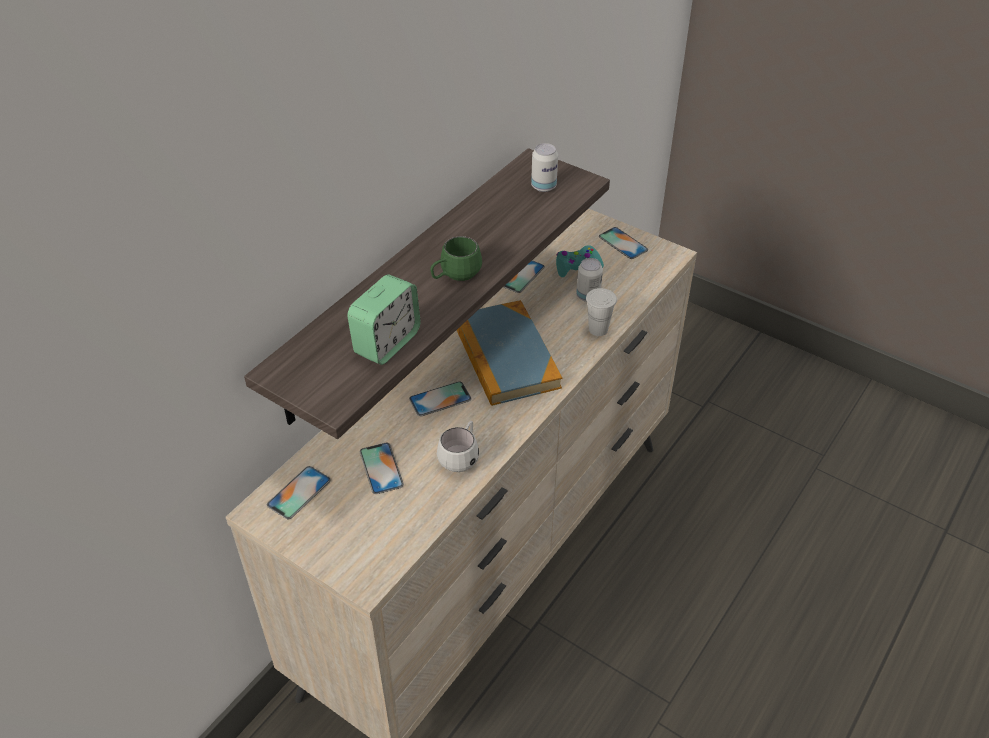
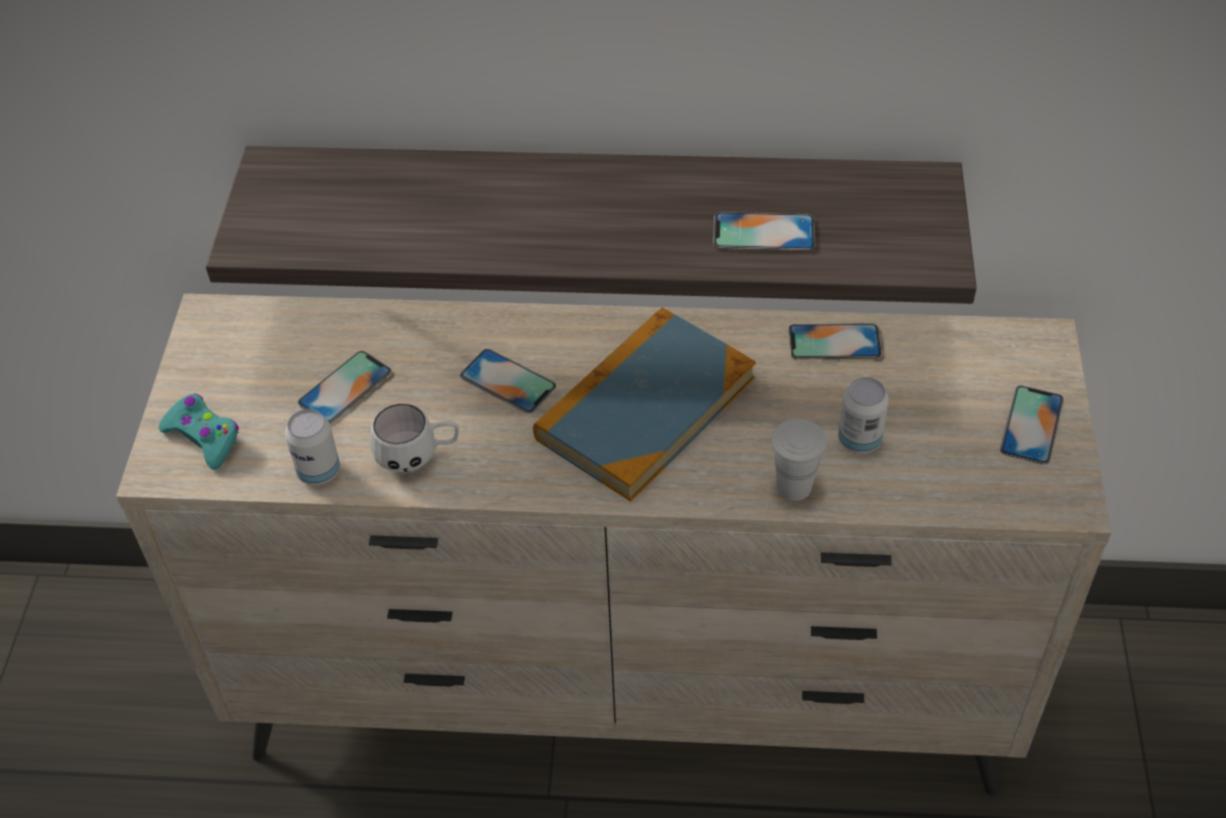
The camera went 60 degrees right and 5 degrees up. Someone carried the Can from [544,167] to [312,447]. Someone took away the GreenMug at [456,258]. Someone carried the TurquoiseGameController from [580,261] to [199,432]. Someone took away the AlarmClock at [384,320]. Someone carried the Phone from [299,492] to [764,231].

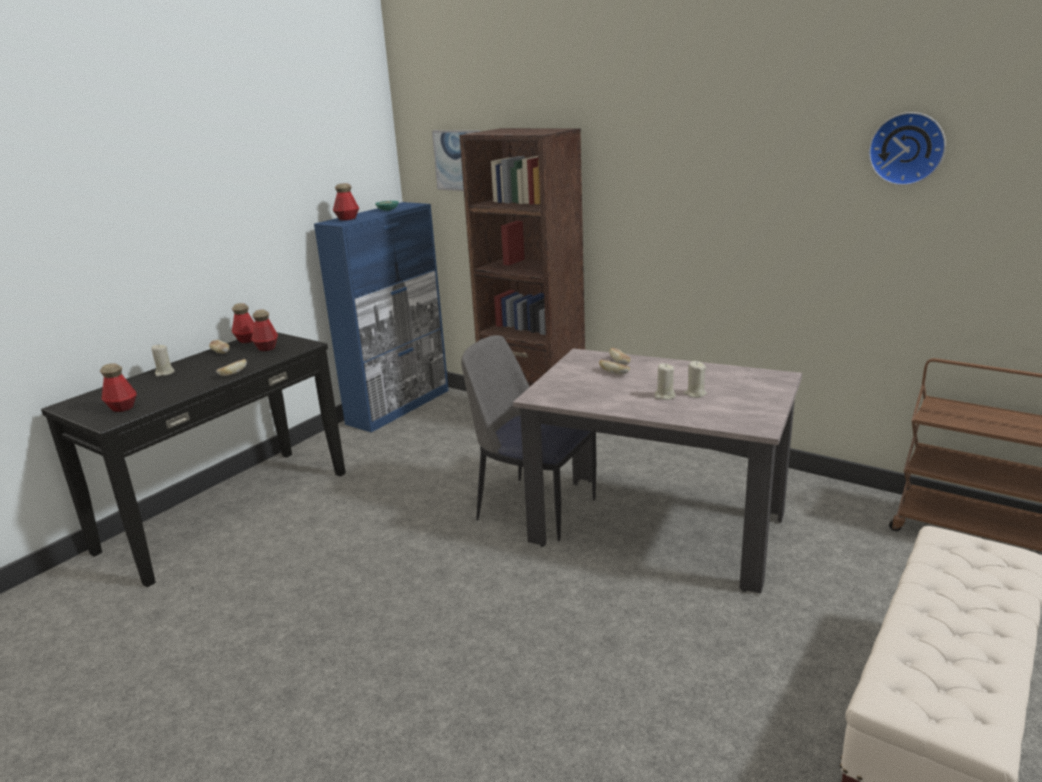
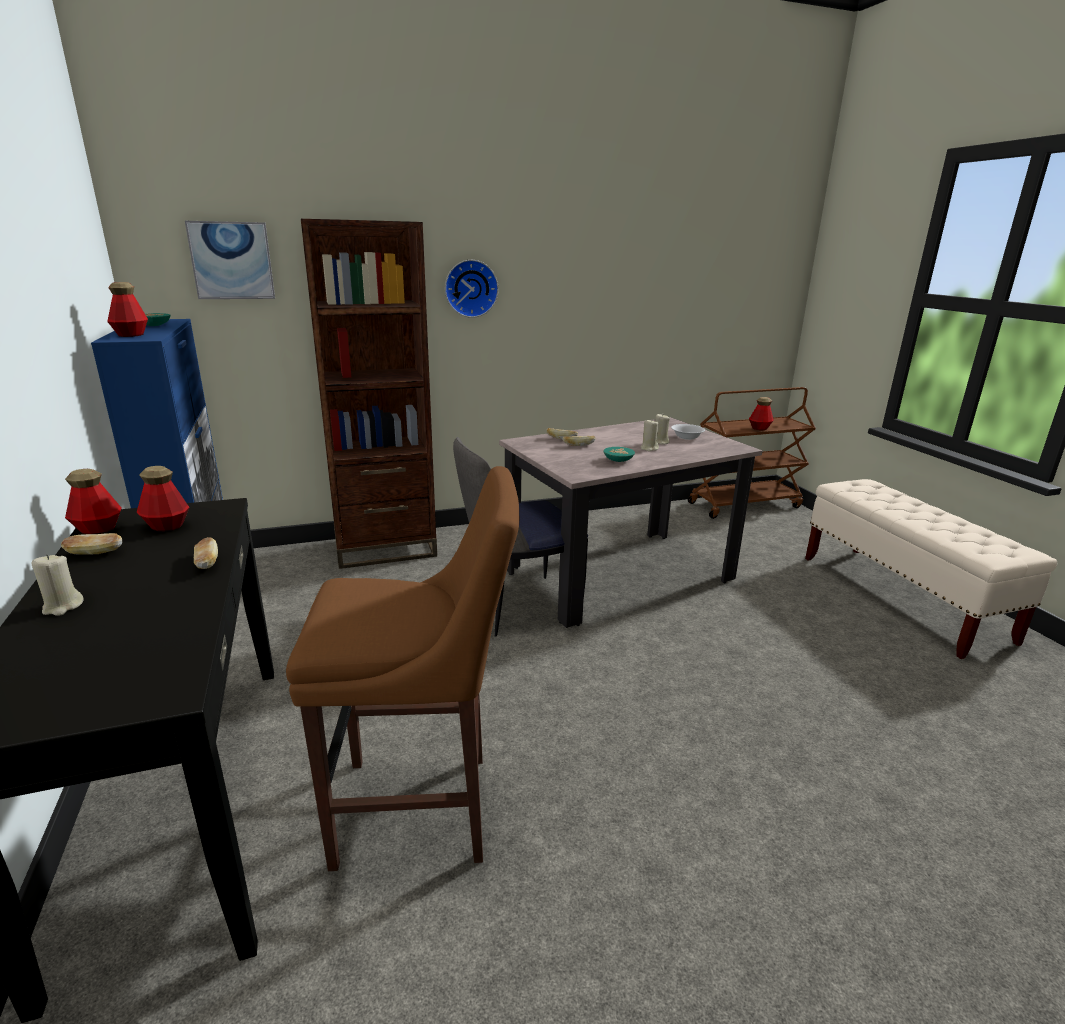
The camera went 55 degrees left and 0 degrees up. Someone carried the WallClock from [907,149] to [472,289]. Someone carried the Bottle from [118,387] to [761,413]. Someone put down the WhiteBowl at [688,432]. Someone put down the TurquoiseBowl at [619,454]. Someone put down the BrownStool at [402,668].

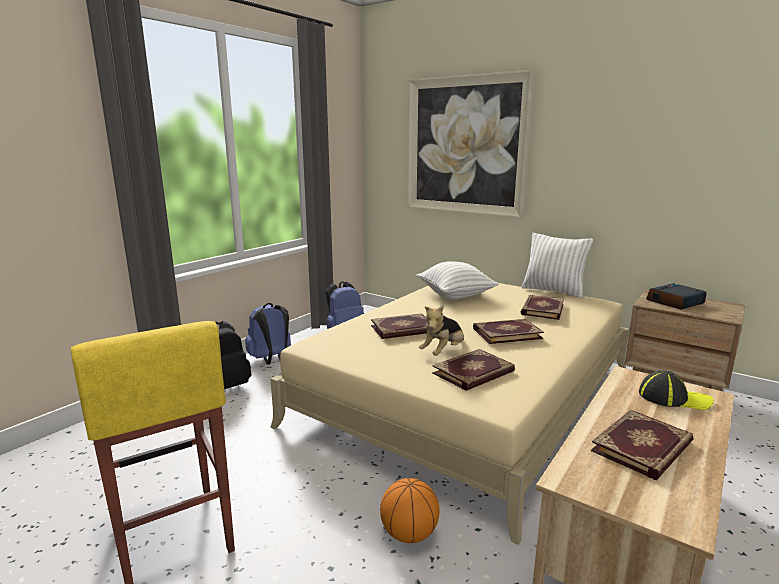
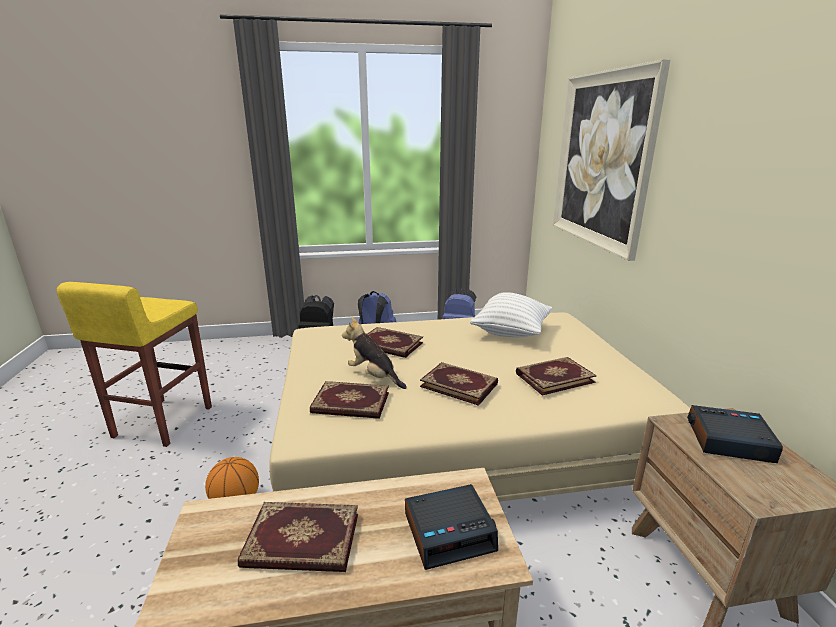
The camera went 45 degrees right and 5 degrees up. Someone took away the WhitePillow at [557,265]. Someone rotated the PlushToy at [441,330] by 45 degrees clockwise. Someone swapped the Cap at [676,390] for the AlarmClock at [451,527].

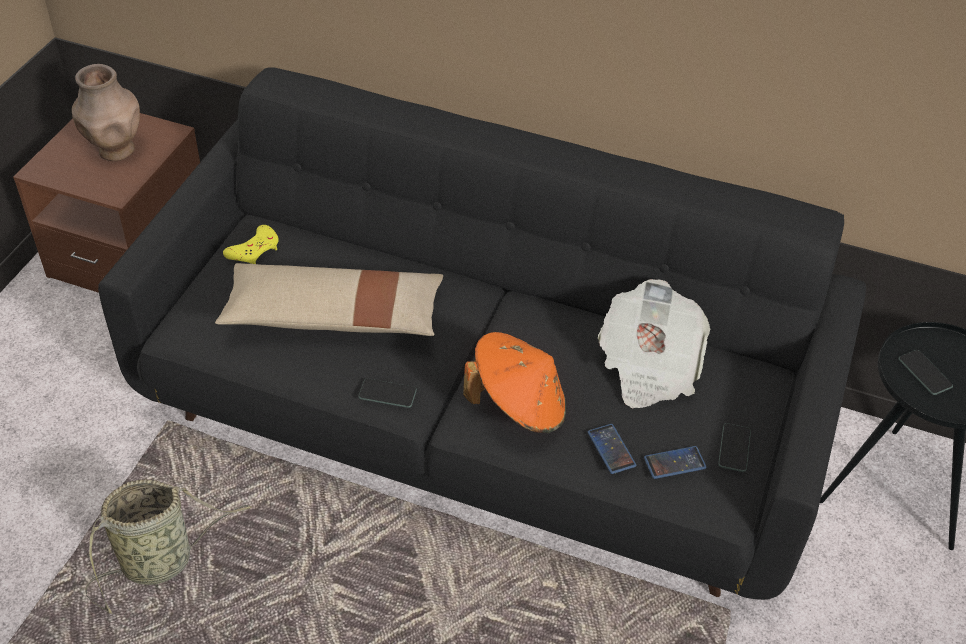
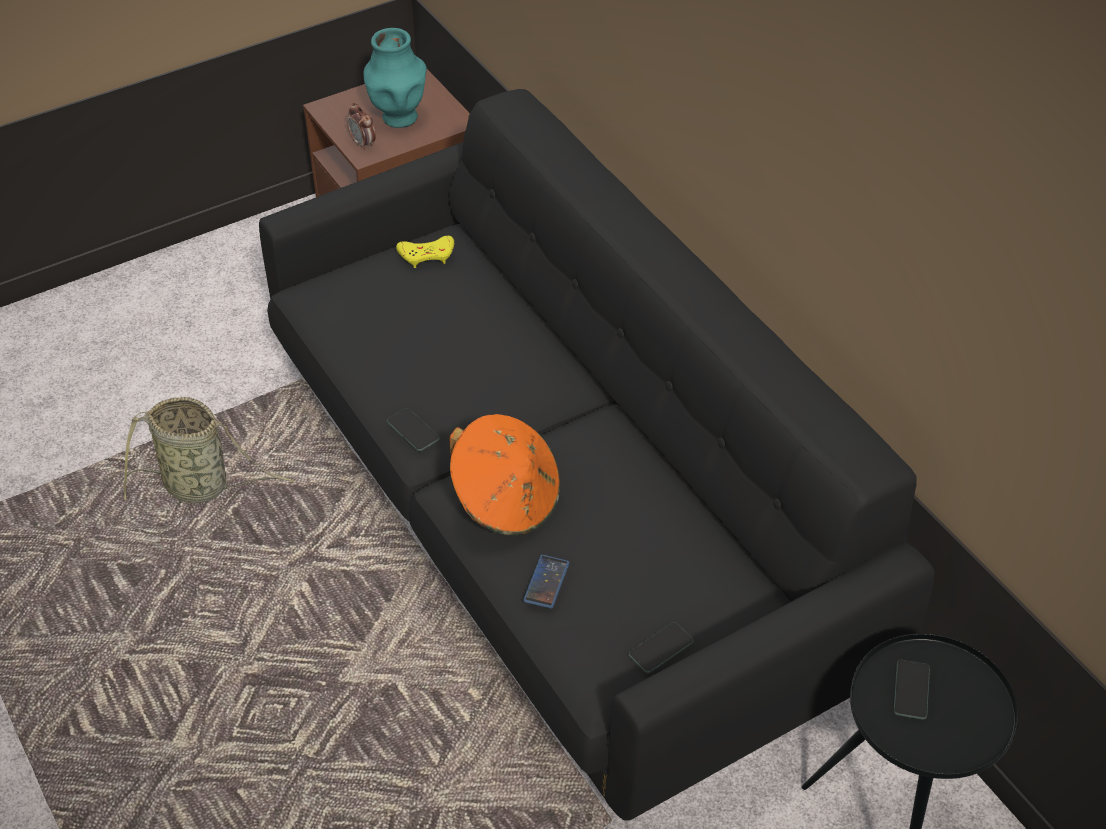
The camera went 40 degrees right and 0 degrees up. Someone repainted the BrownVase at [106,112], which became the TurquoiseVase at [395,78]. Someone took away the BeigePillow at [329,299]. Someone took away the Newspaper at [654,343]. Someone took away the Phone at [675,462]. Someone put down the AlarmClock at [361,127].

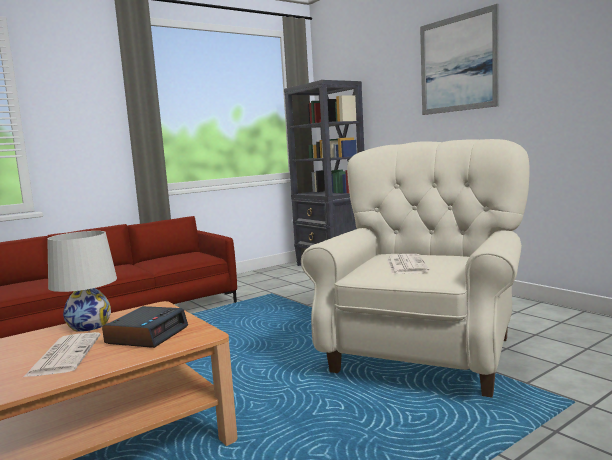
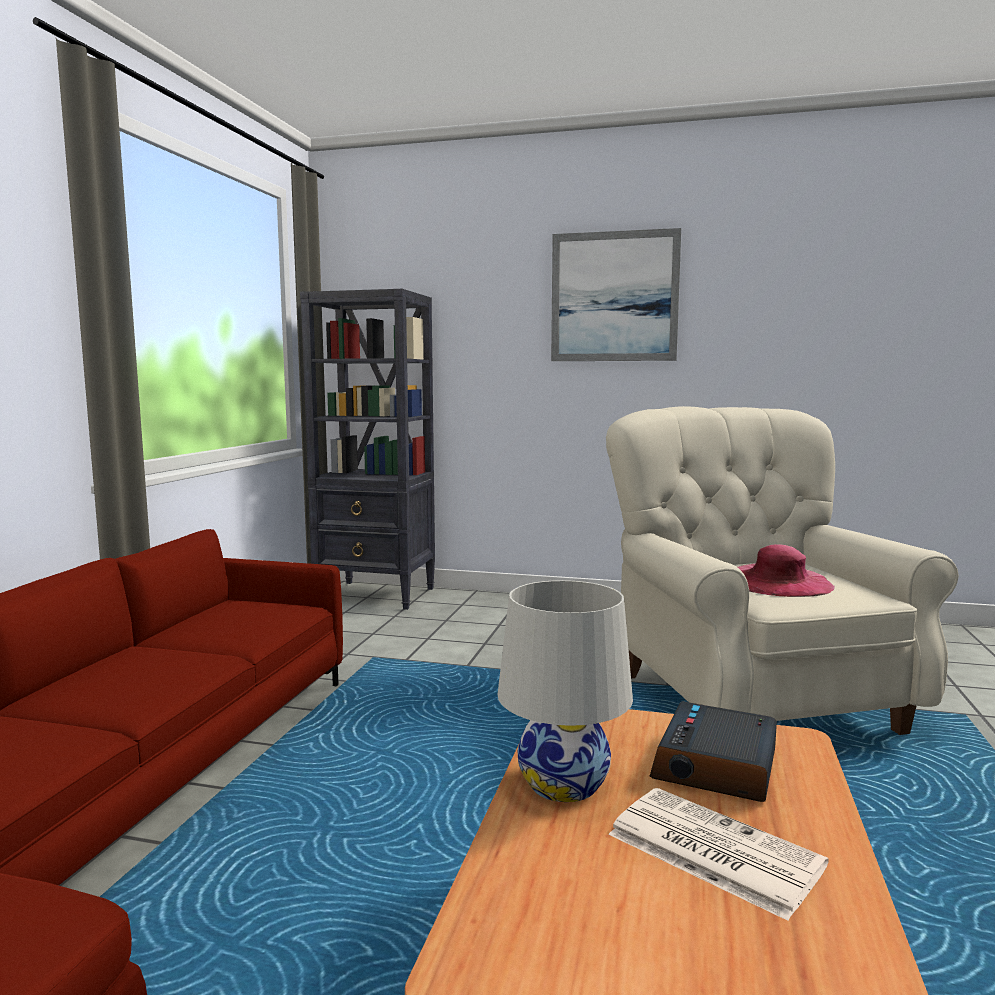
The camera went 40 degrees left and 0 degrees up. Someone swapped the Newspaper at [408,264] for the PinkHat at [786,570]. Someone rotated the AlarmClock at [145,327] by 135 degrees counterclockwise.

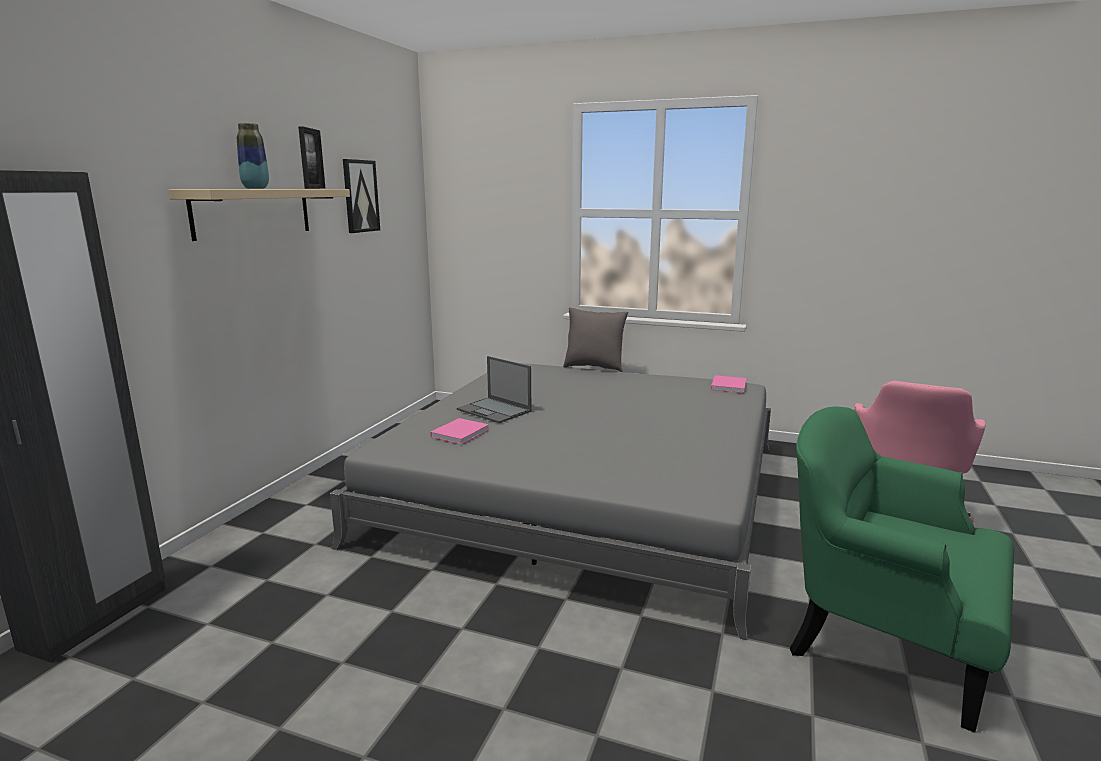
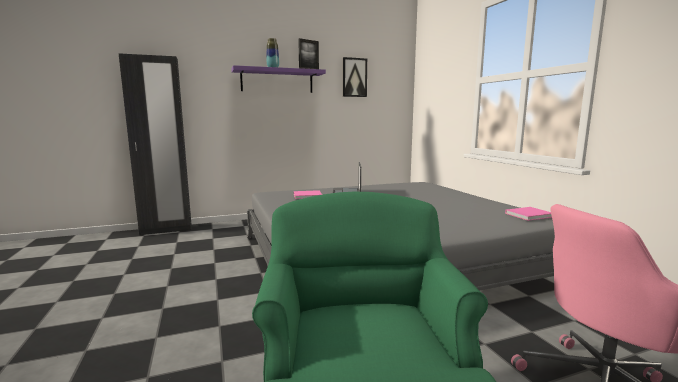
The camera went 50 degrees right and 5 degrees down. Someone repainted the BeigeShelf at [259,215], which became the PurpleShelf at [278,79]. Someone took away the GreyPillow at [596,339].

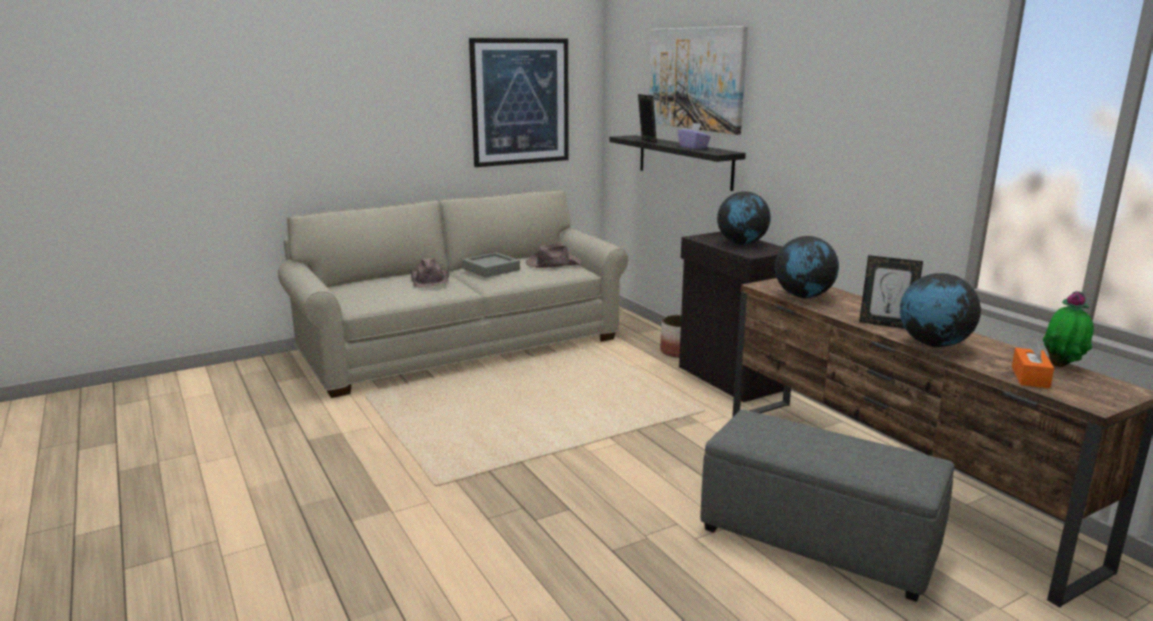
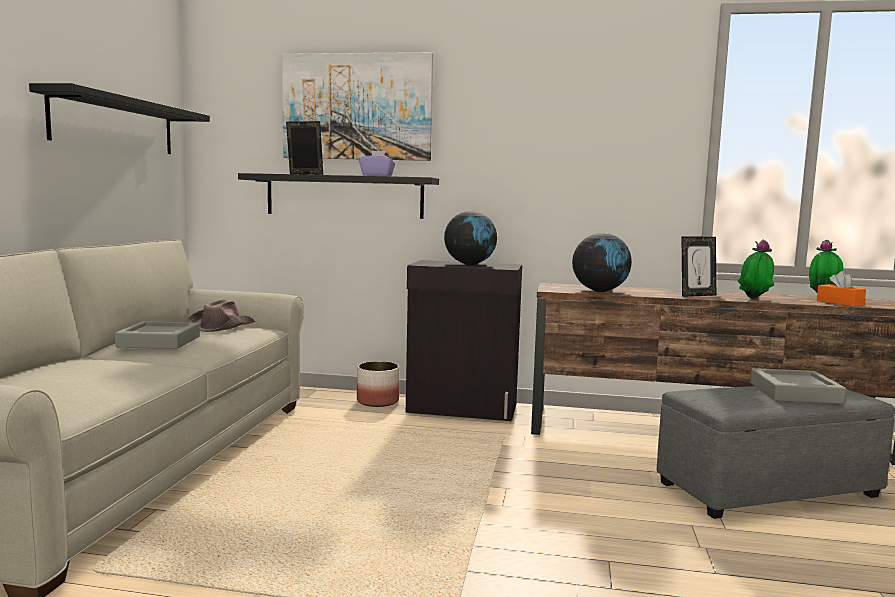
The camera went 50 degrees left and 10 degrees down. Someone swapped the Picture at [519,102] for the BlackShelf at [119,118]. Someone took away the BrownHat at [430,273]. Someone swapped the Globe at [940,310] for the PottedPlant at [755,269]. Someone put down the GreyTray at [798,386].

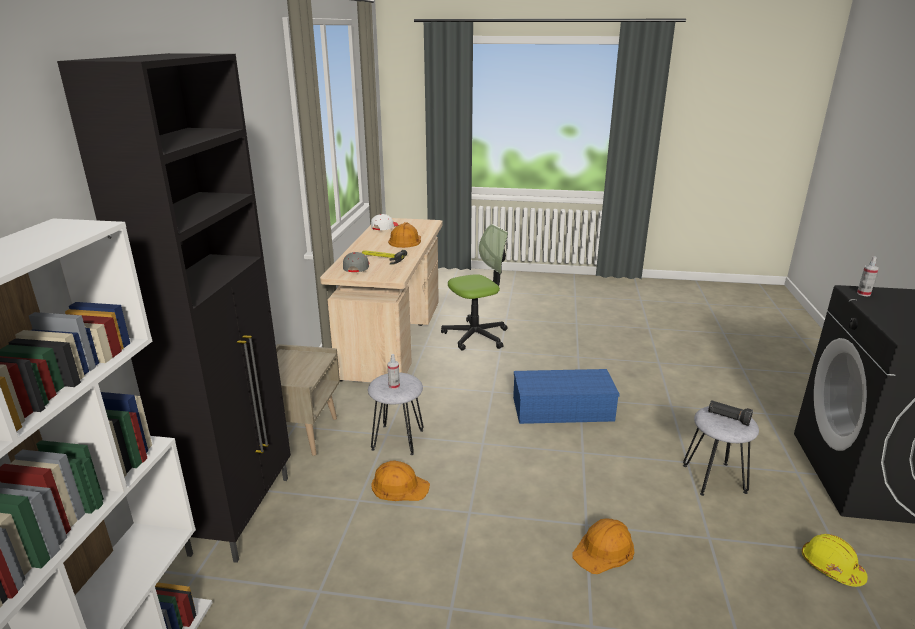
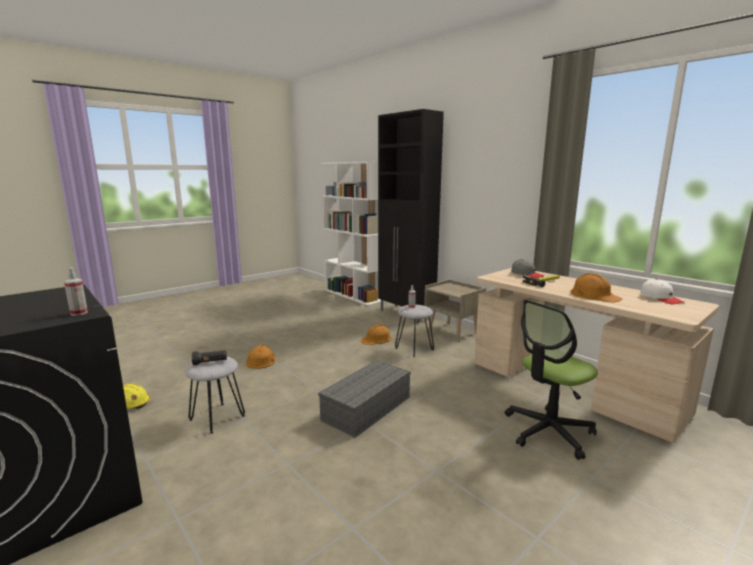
The camera went 130 degrees right and 10 degrees down. Someone rotated the OfficeChair at [474,287] by 45 degrees clockwise. Someone repainted the BlueStorageBox at [566,396], which became the GreyStorageBox at [364,399].

